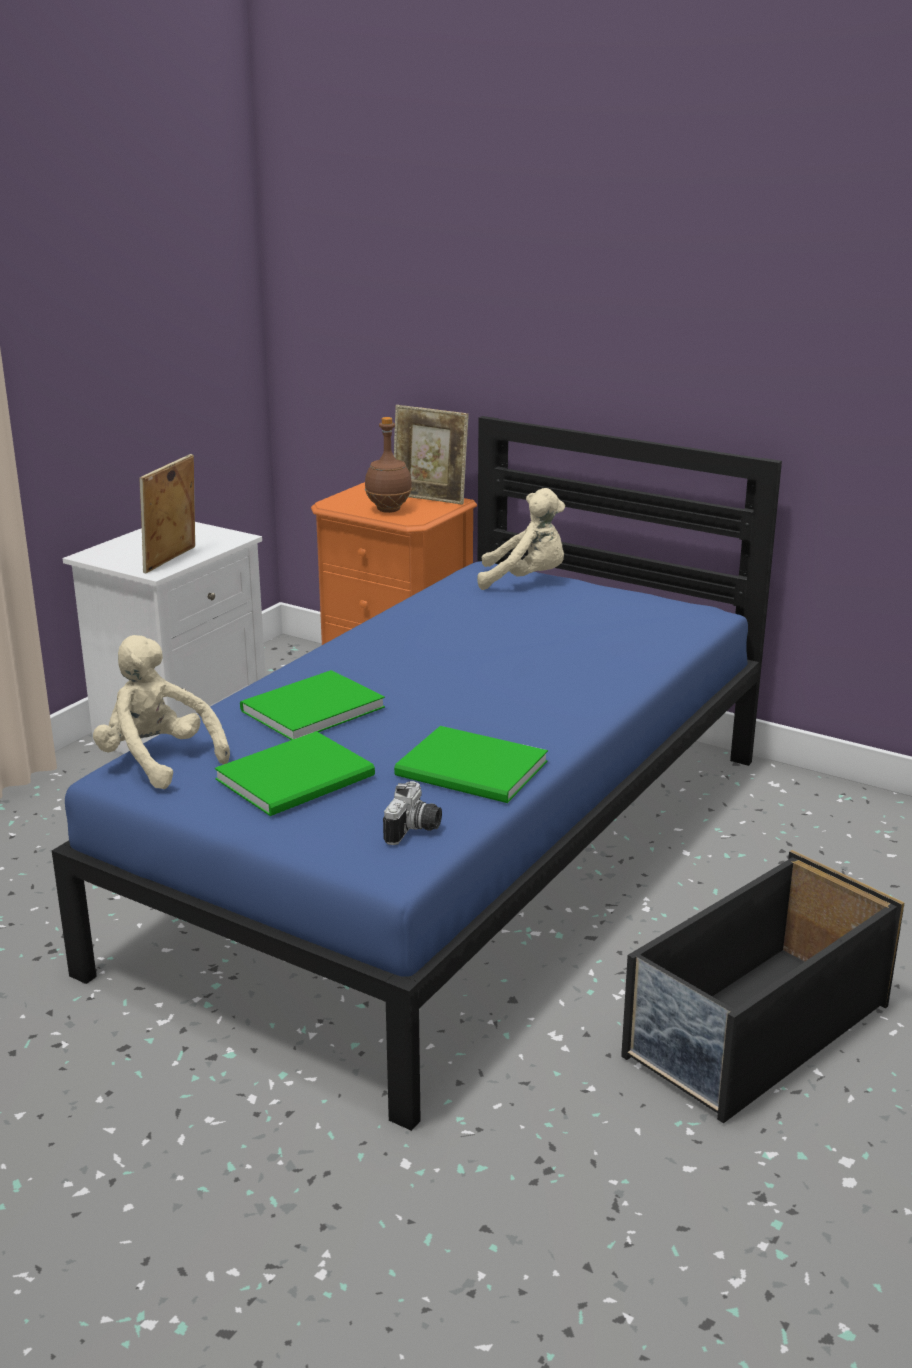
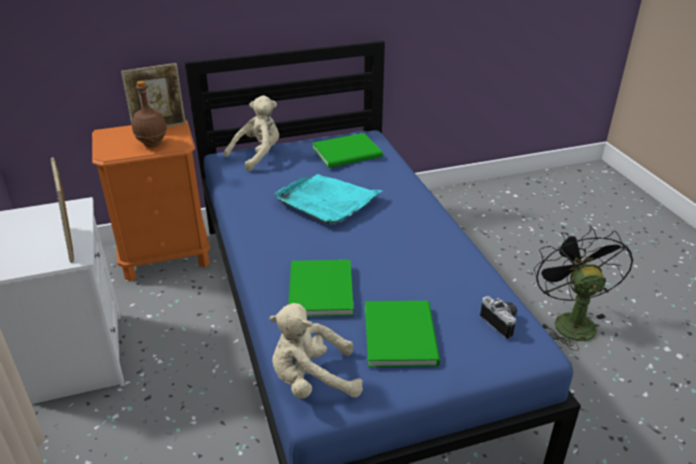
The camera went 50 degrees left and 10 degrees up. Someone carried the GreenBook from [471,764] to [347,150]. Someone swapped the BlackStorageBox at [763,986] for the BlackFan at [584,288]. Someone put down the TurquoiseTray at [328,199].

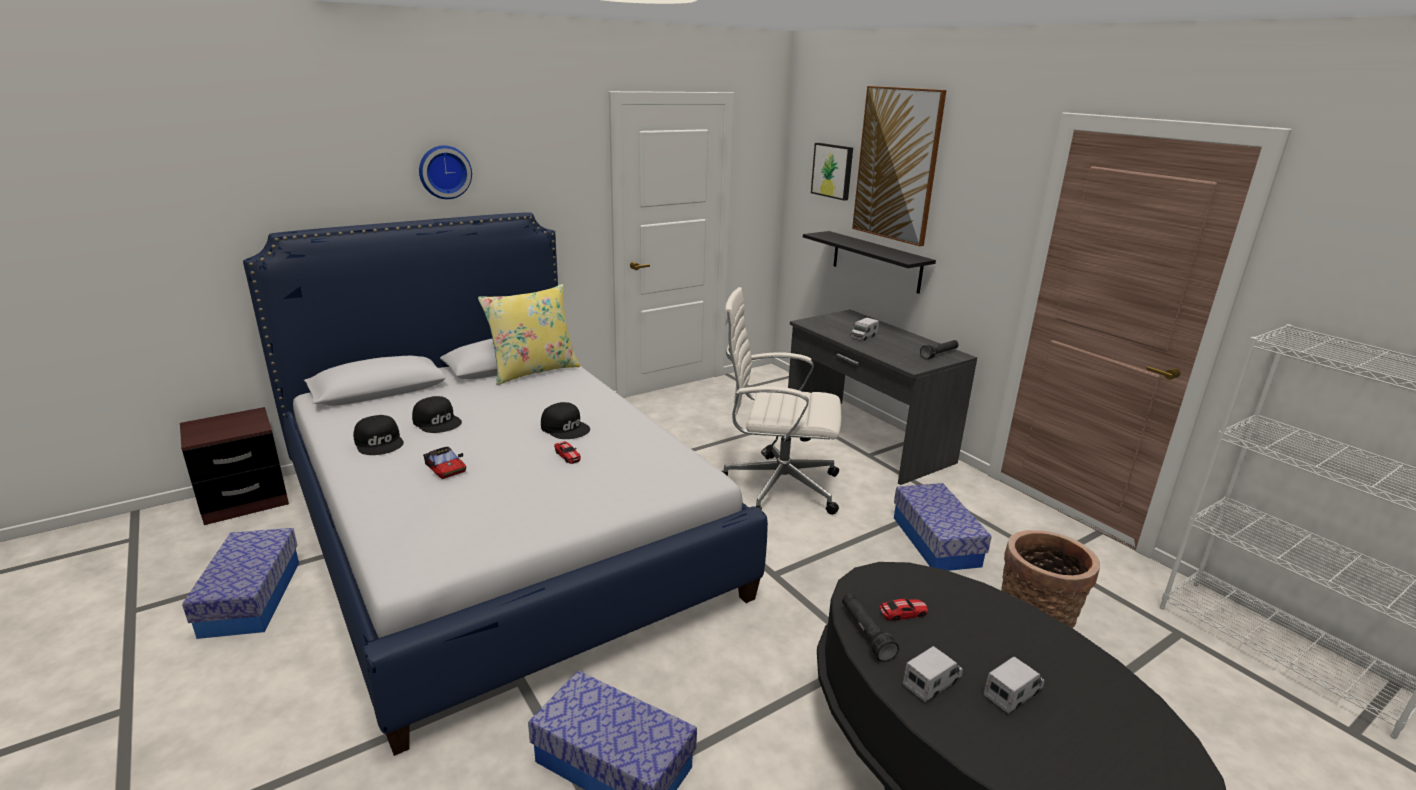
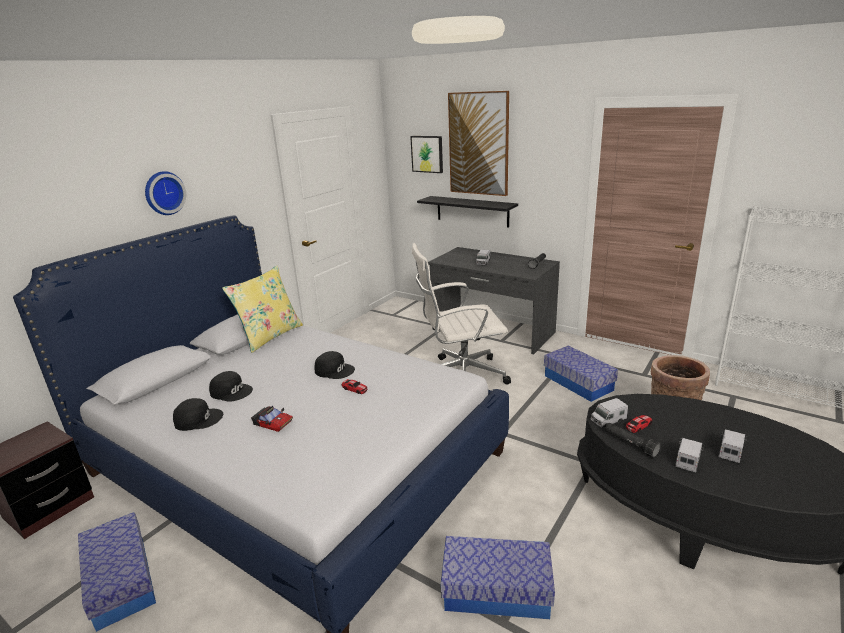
The camera went 20 degrees left and 0 degrees up. Someone rotated the BlackCap at [378,435] by 45 degrees counterclockwise. Someone put down the ToyTruck at [609,412].

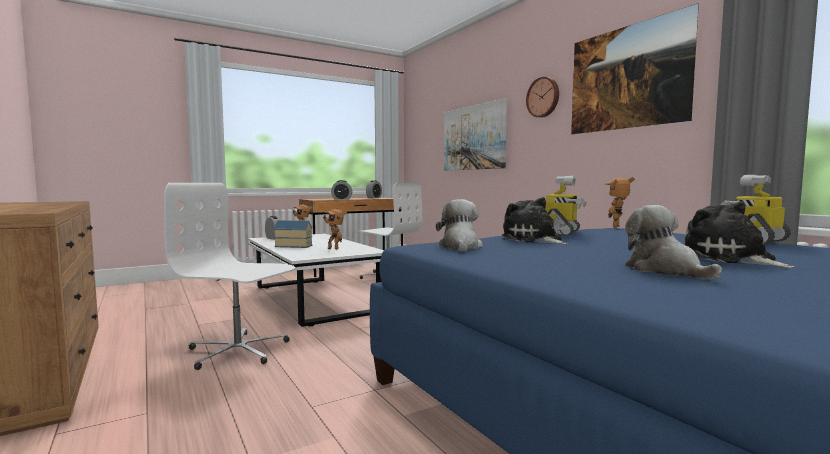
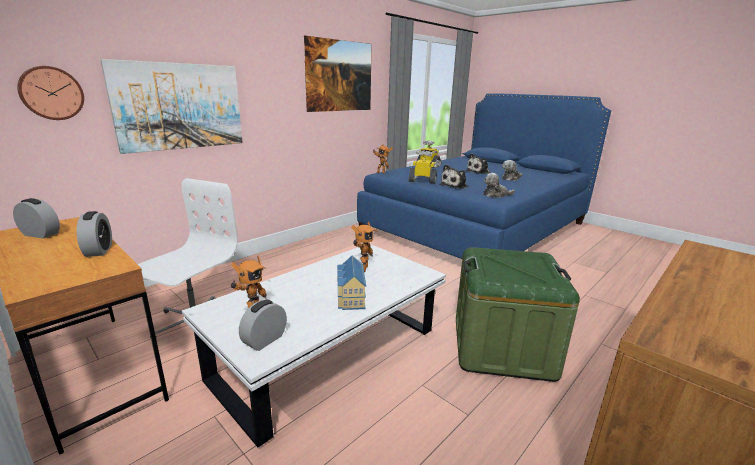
The camera went 105 degrees left and 15 degrees up. Someone carried the WallClock from [542,97] to [50,93]. Someone swapped the WhiteOfficeChair at [229,276] for the GreenStorageBox at [518,314].

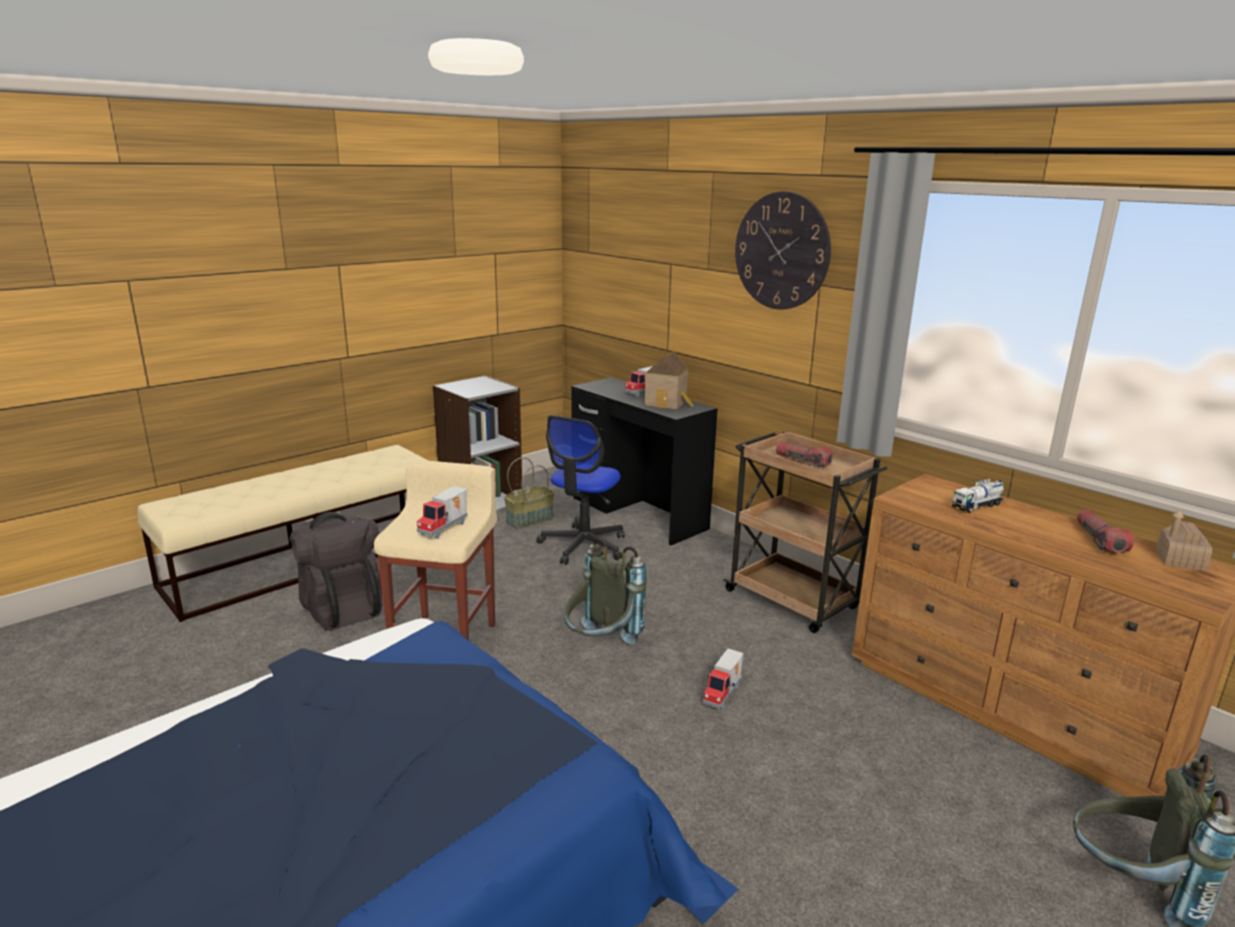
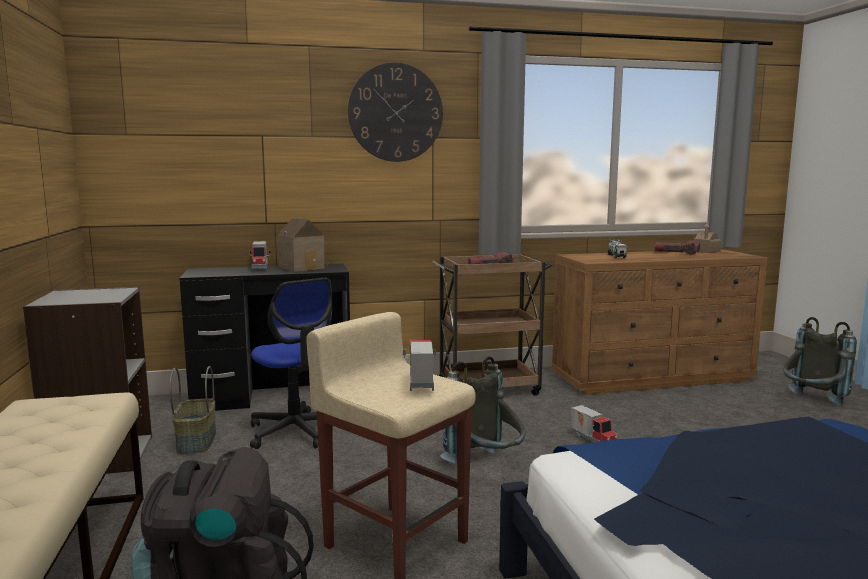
The camera went 60 degrees left and 10 degrees down. Someone rotated the ToyTruck at [442,512] by 150 degrees counterclockwise.

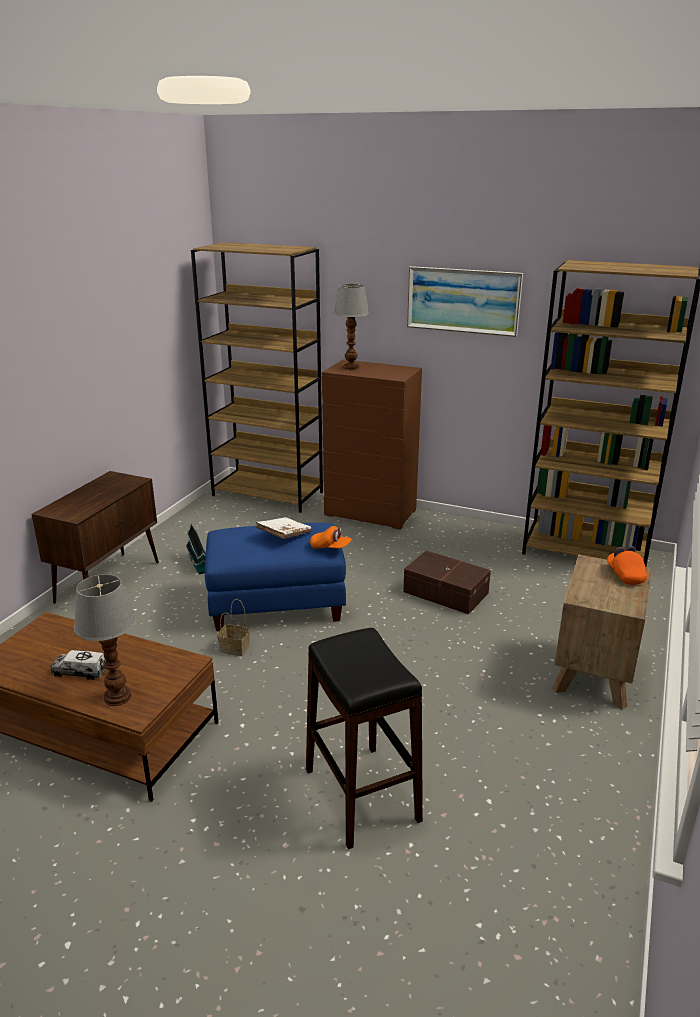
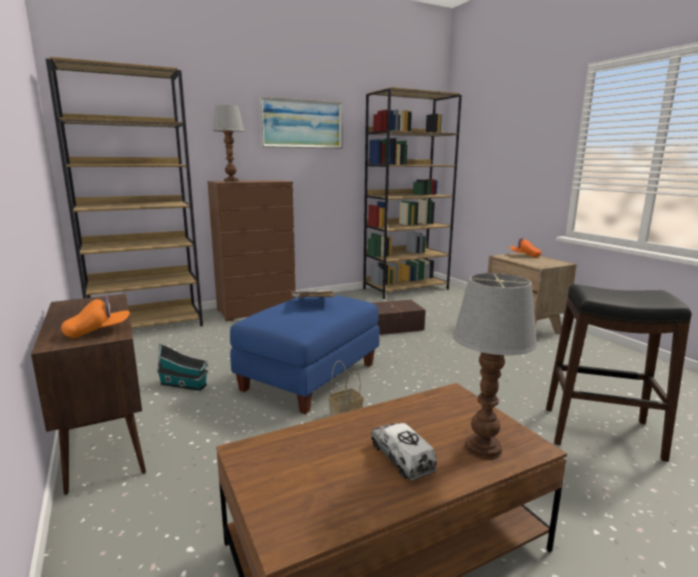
The camera went 50 degrees left and 10 degrees down. Someone carried the OrangeCap from [331,537] to [95,316]. Someone rotated the ToyTruck at [78,665] by 105 degrees clockwise.

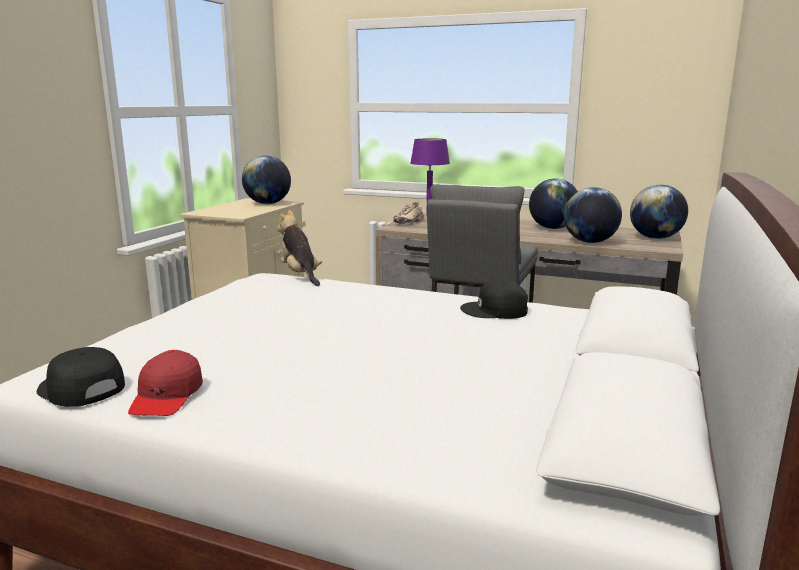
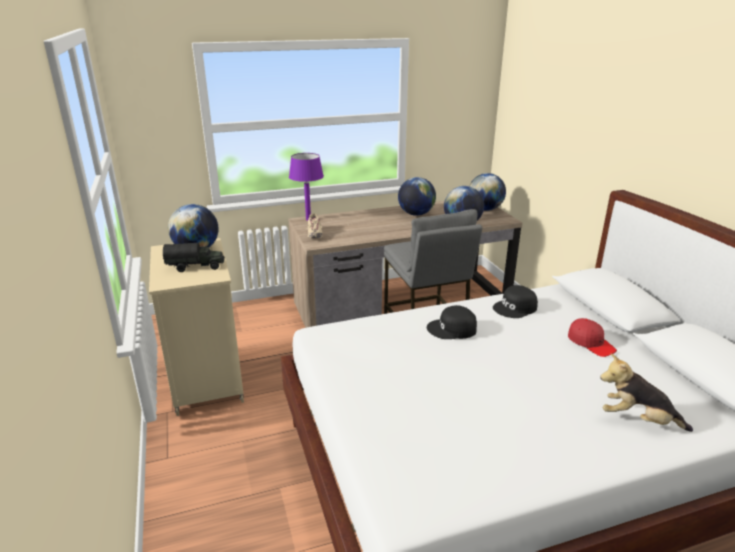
The camera went 40 degrees left and 10 degrees up. Someone carried the PlushToy from [299,248] to [646,393]. Someone carried the BlackCap from [81,377] to [452,322]. Someone carried the RedCap from [165,383] to [592,337]. Someone put down the ToyTruck at [194,257].

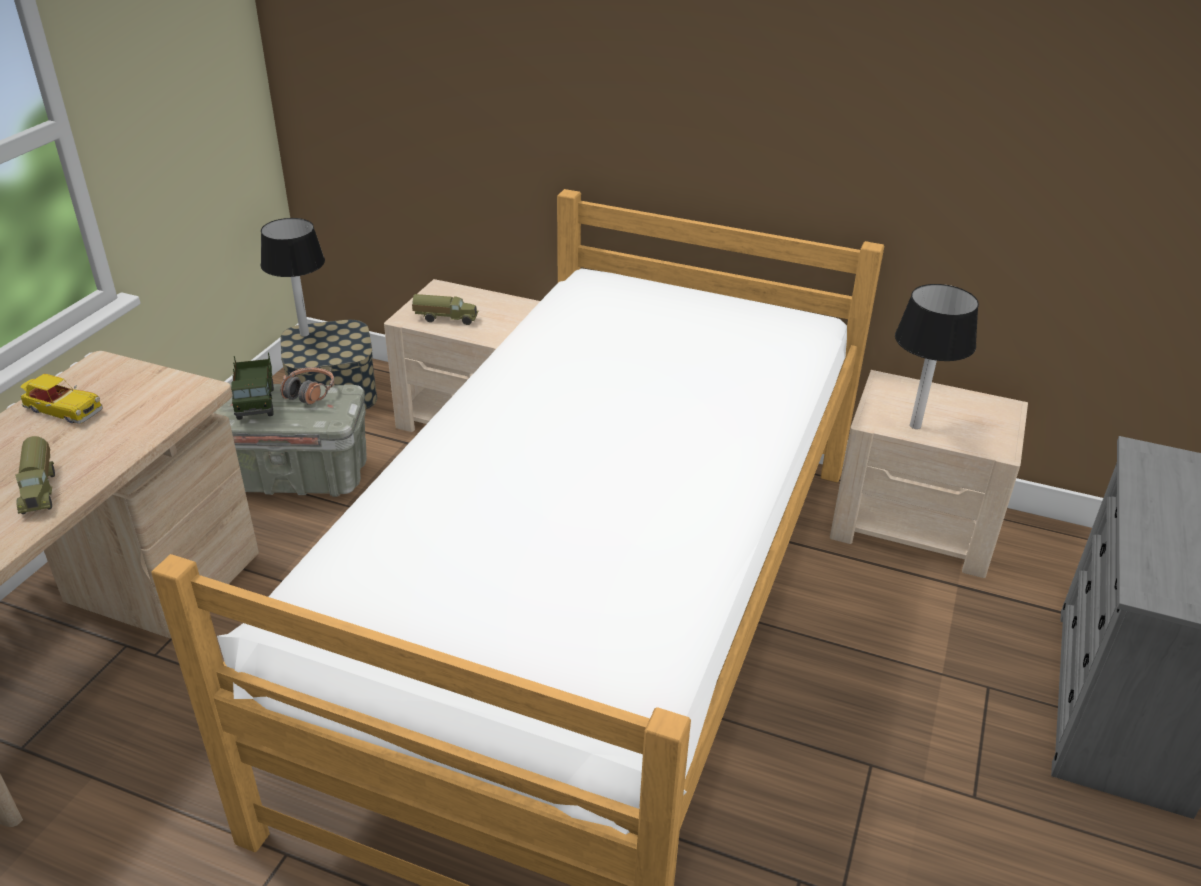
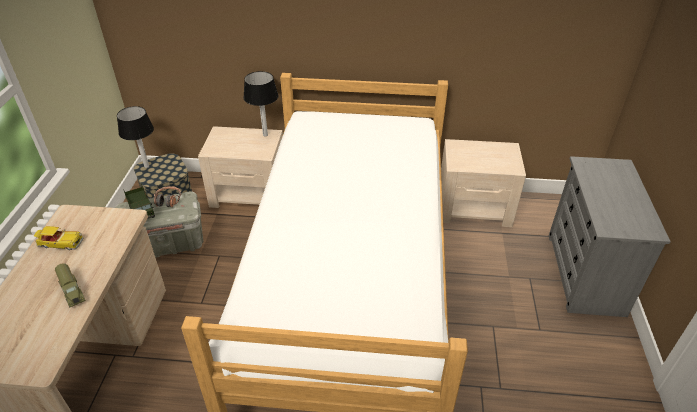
The camera went 15 degrees left and 5 degrees up. Someone carried the TableLamp from [937,356] to [261,104]. Someone took away the ToyTruck at [445,309].

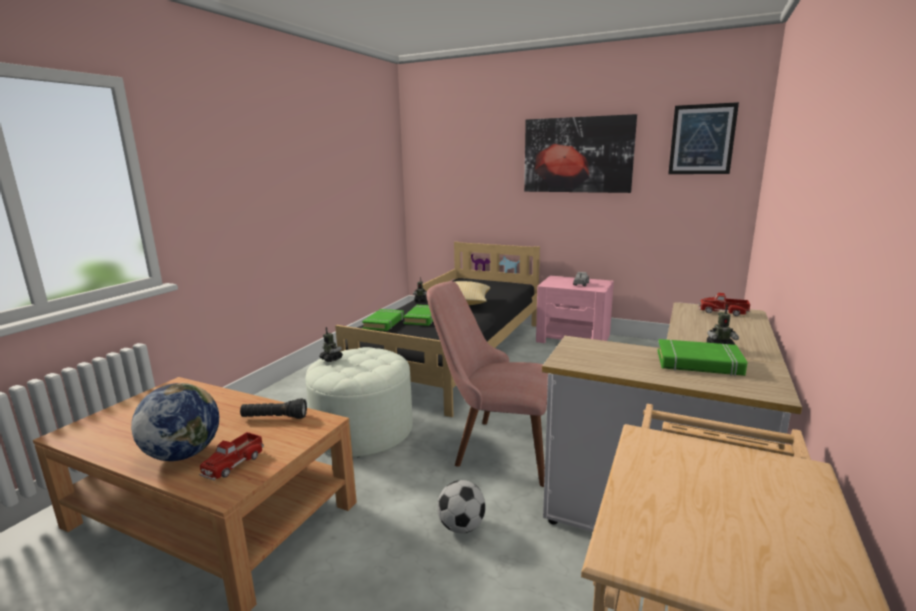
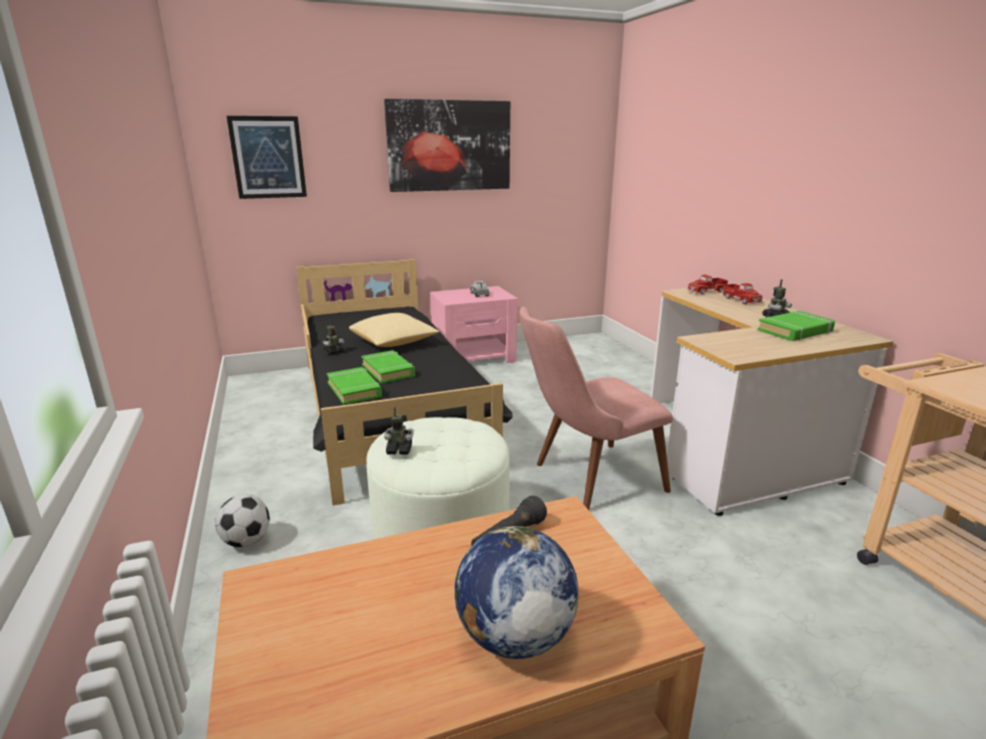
The camera went 45 degrees left and 5 degrees up. Someone carried the Picture from [703,138] to [267,157]. Someone carried the ToyTruck from [231,456] to [742,293]. Someone carried the Football from [461,506] to [242,520].

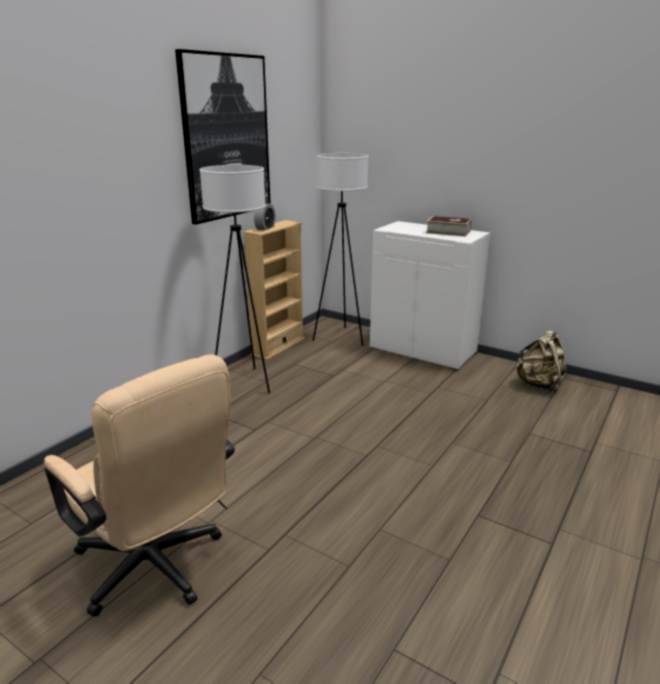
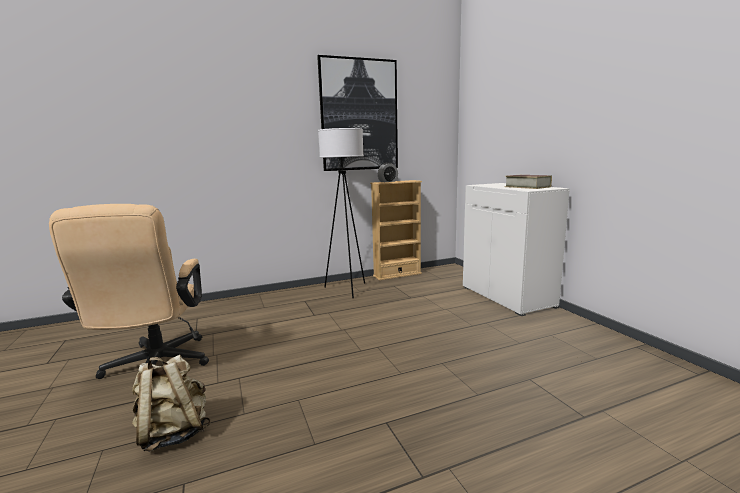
The camera went 35 degrees right and 10 degrees down. Someone took away the WhiteFloorLamp at [340,249]. Someone carried the BeigeBackpack from [541,361] to [171,403].

